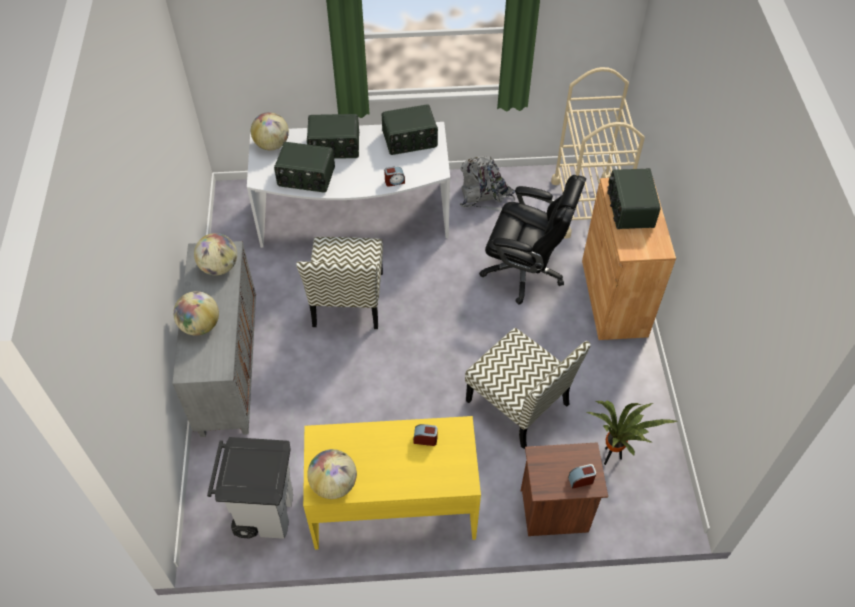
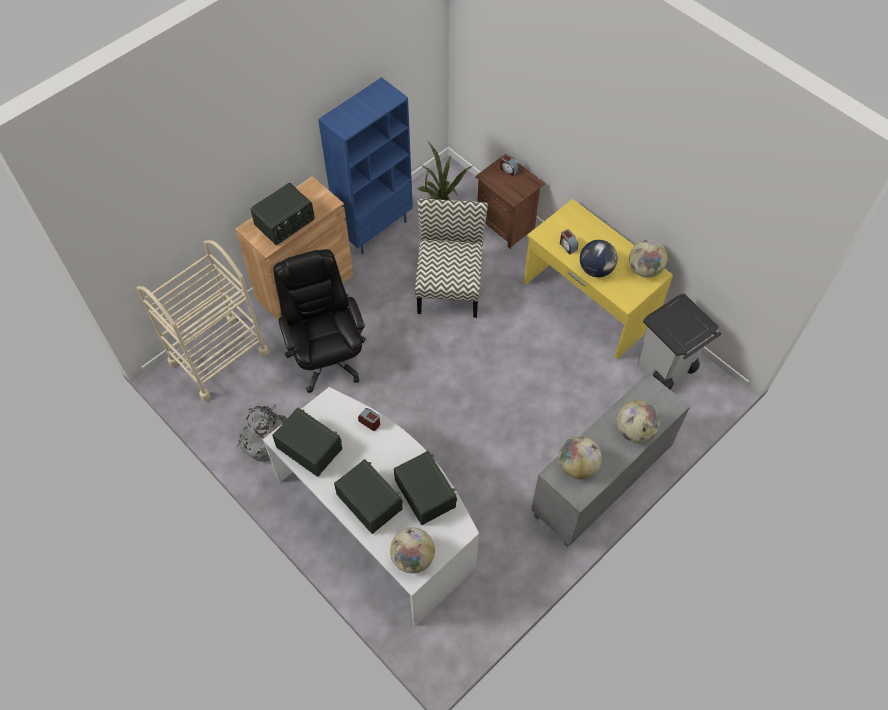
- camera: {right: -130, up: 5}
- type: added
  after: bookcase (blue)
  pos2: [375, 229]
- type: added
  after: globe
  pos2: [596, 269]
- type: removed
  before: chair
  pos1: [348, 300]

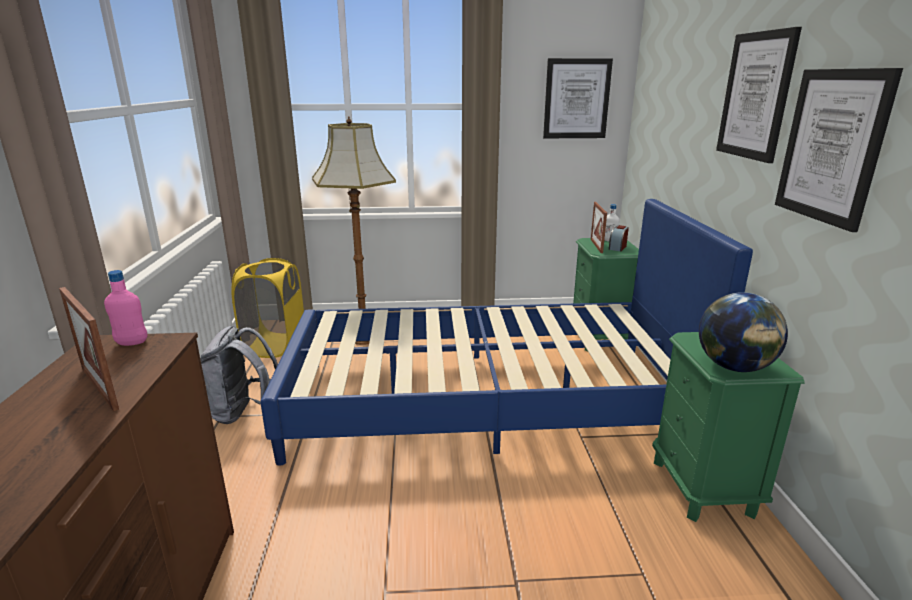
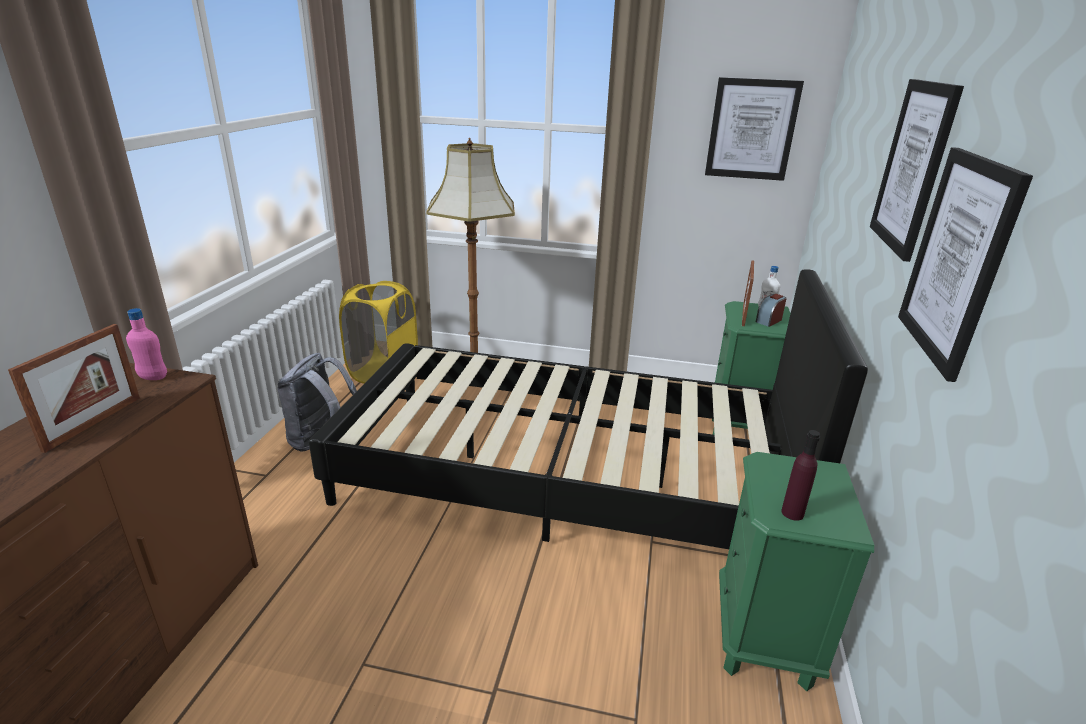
- camera: {right: 15, up: 5}
- type: turned
  before: picture frame
  pos1: [99, 387]
  pos2: [94, 423]
  turn: -135
- type: recoloured
  before: bed (blue)
  after: bed (black)
  pos1: [485, 401]
  pos2: [565, 477]
- type: replaced
  before: globe
  after: bottle (purple)
  pos1: [734, 367]
  pos2: [792, 513]

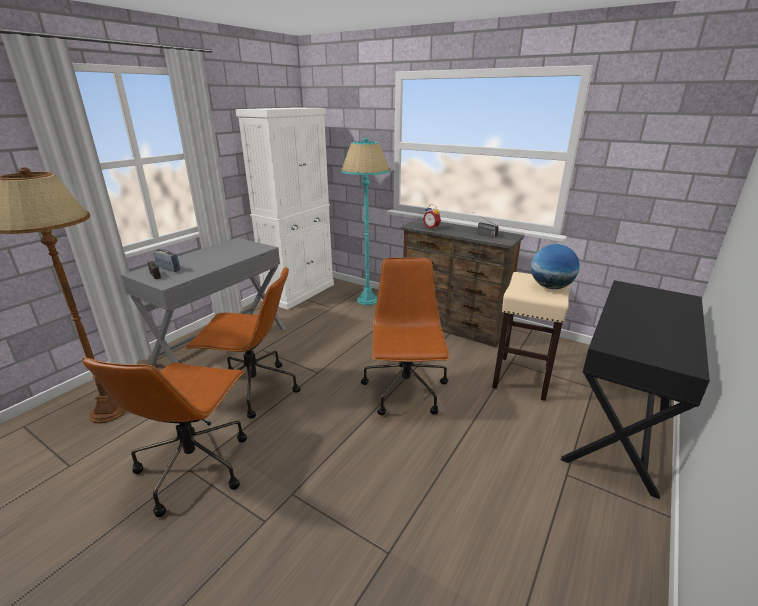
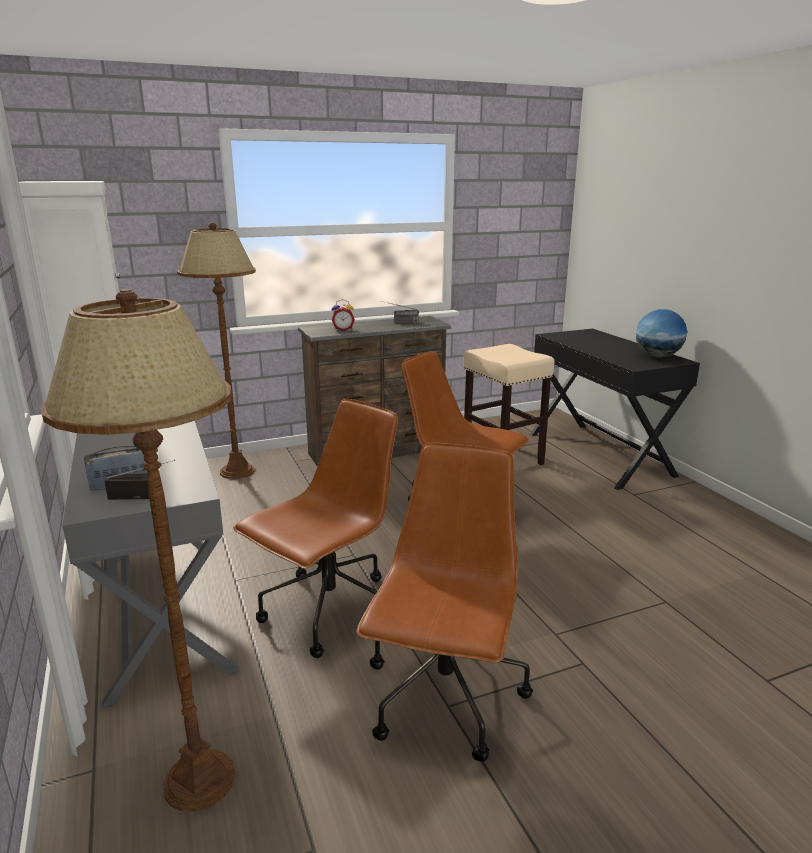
- camera: {right: -55, up: -5}
- type: recoloured
  before: floor lamp (turquoise)
  after: floor lamp (brown)
  pos1: [367, 300]
  pos2: [237, 471]
- type: turned
  before: office chair (brown)
  pos1: [194, 466]
  pos2: [444, 699]
  turn: -120
- type: moved
  before: globe
  pos1: [550, 287]
  pos2: [657, 356]

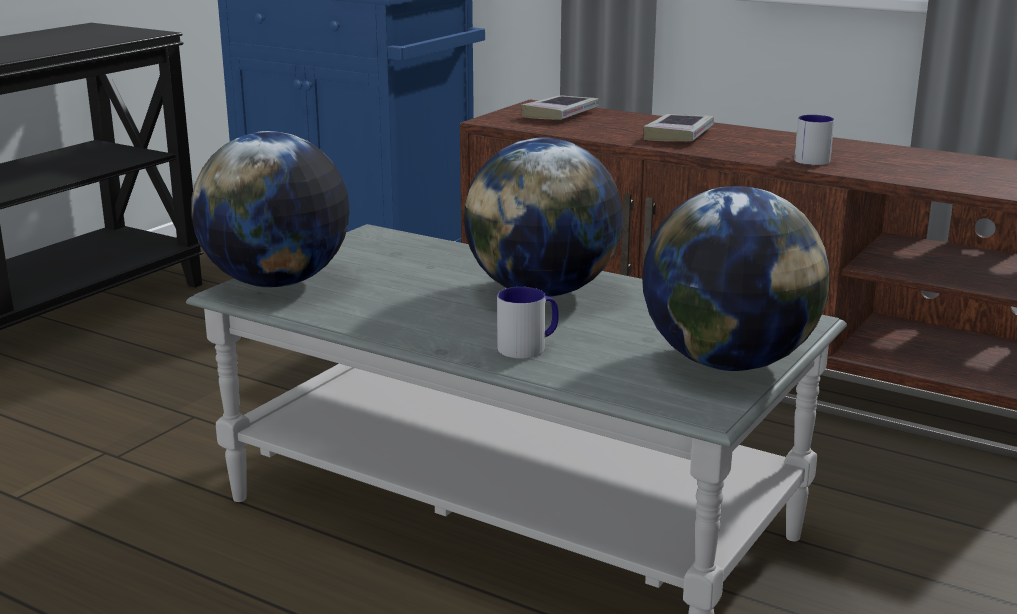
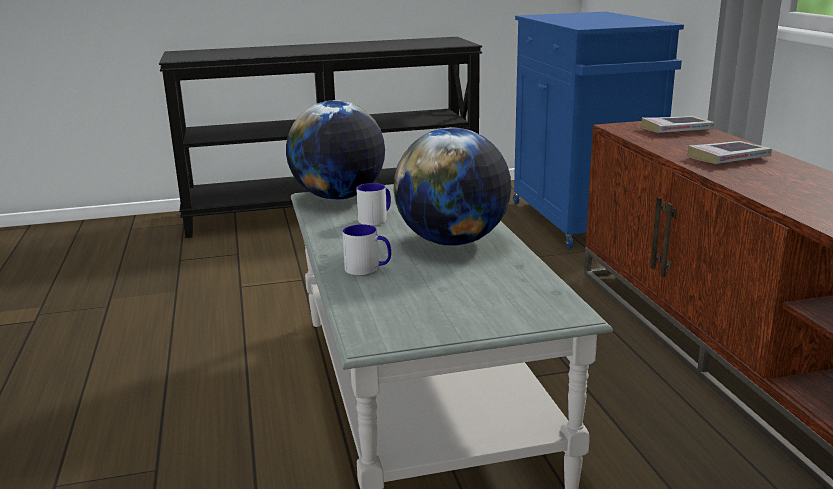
- camera: {right: 45, up: 0}
- type: moved
  before: mug
  pos1: [809, 159]
  pos2: [376, 219]
- type: removed
  before: globe
  pos1: [728, 362]

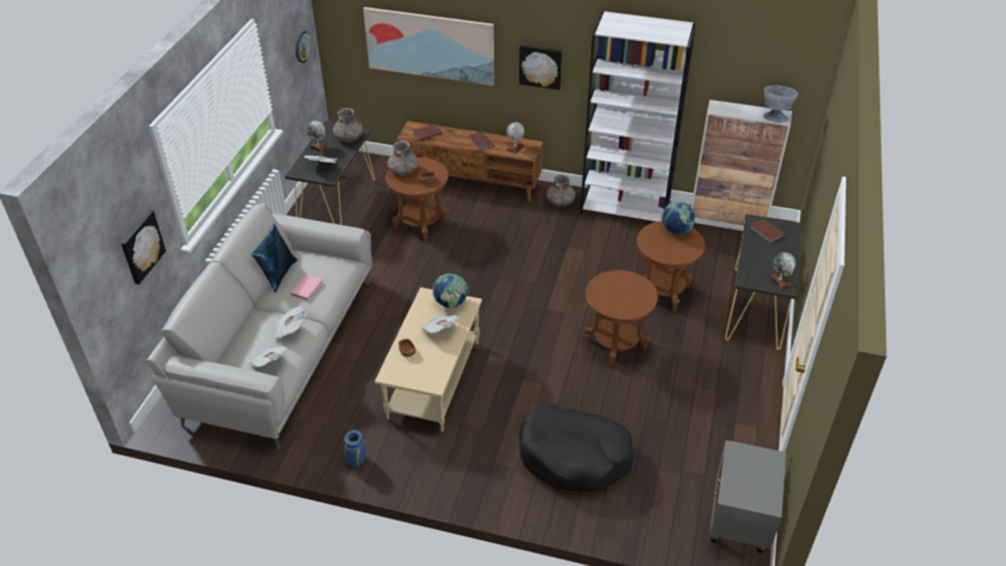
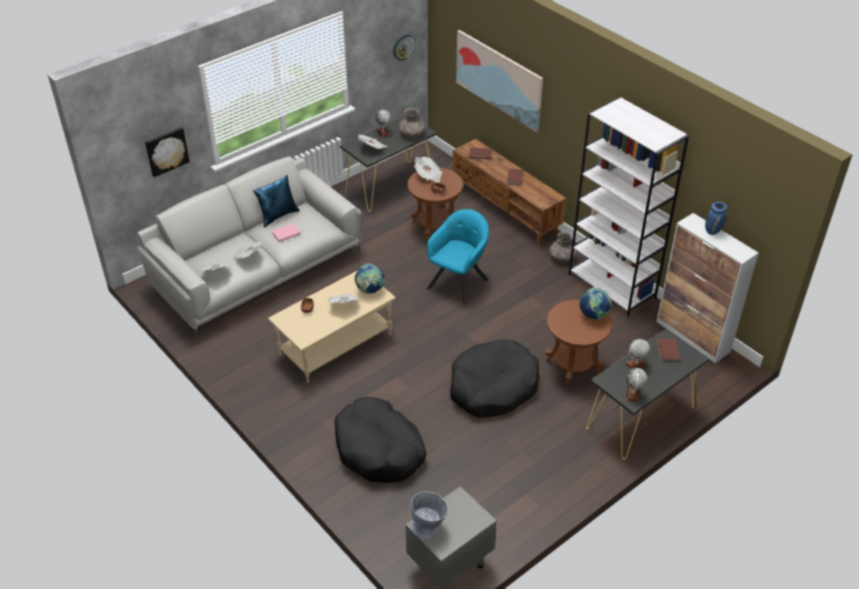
- camera: {right: 35, up: 0}
- type: moved
  before: bowl (grey)
  pos1: [775, 116]
  pos2: [429, 526]
- type: replaced
  before: vase (grey)
  after: newspaper
  pos1: [403, 171]
  pos2: [428, 176]
- type: added
  after: armchair (turquoise)
  pos2: [458, 282]
- type: replaced
  before: side table (brown)
  after: dog bed (black)
  pos1: [616, 344]
  pos2: [492, 387]
- type: moved
  before: globe
  pos1: [515, 148]
  pos2: [636, 364]
- type: moved
  before: vase (blue)
  pos1: [356, 460]
  pos2: [713, 231]
- type: removed
  before: picture
  pos1: [540, 66]

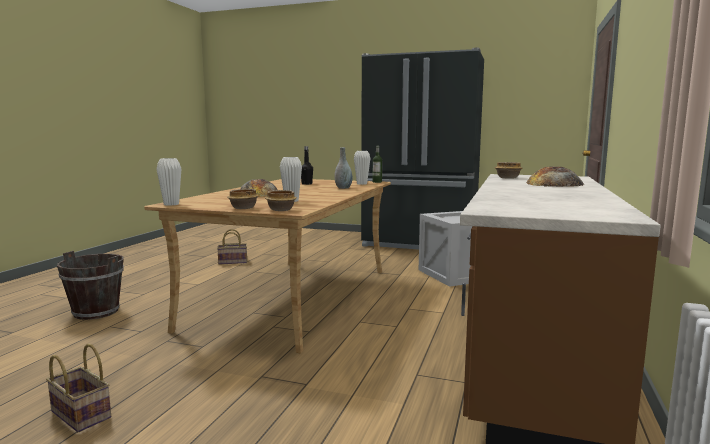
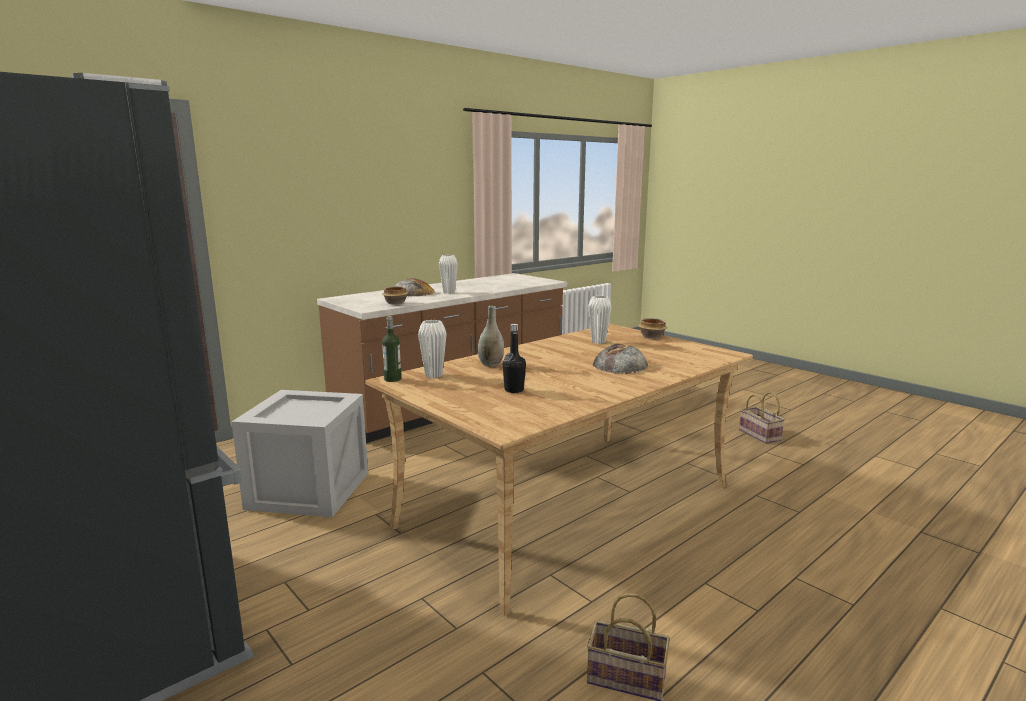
- camera: {right: -150, up: 5}
- type: moved
  before: vase (white)
  pos1: [171, 204]
  pos2: [449, 292]
- type: removed
  before: bucket (brown)
  pos1: [96, 312]
- type: removed
  before: bowl
  pos1: [281, 209]

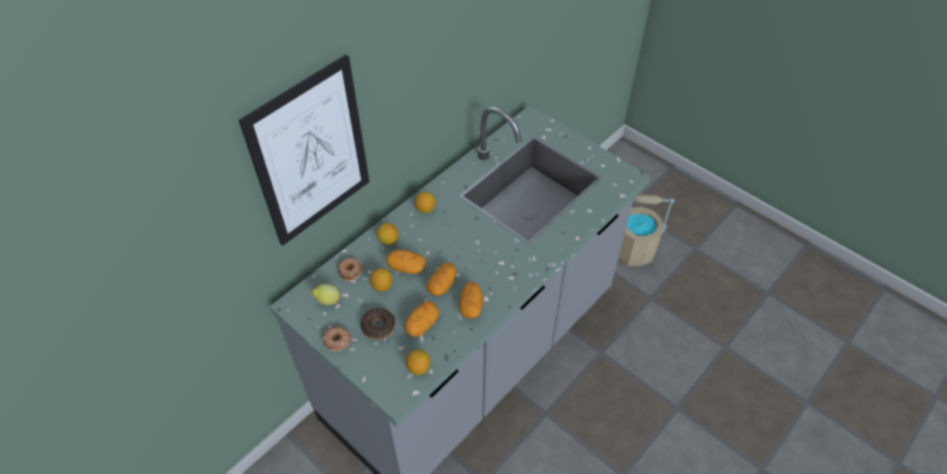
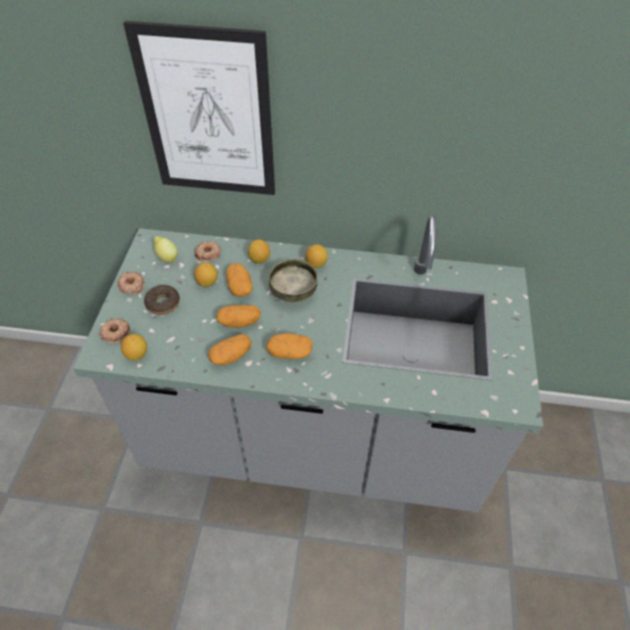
- camera: {right: 55, up: 0}
- type: added
  after: donut
  pos2: [115, 332]
- type: moved
  before: potato
  pos1: [422, 324]
  pos2: [289, 353]
- type: added
  after: bowl
  pos2: [292, 292]
- type: removed
  before: bucket (beige)
  pos1: [634, 250]

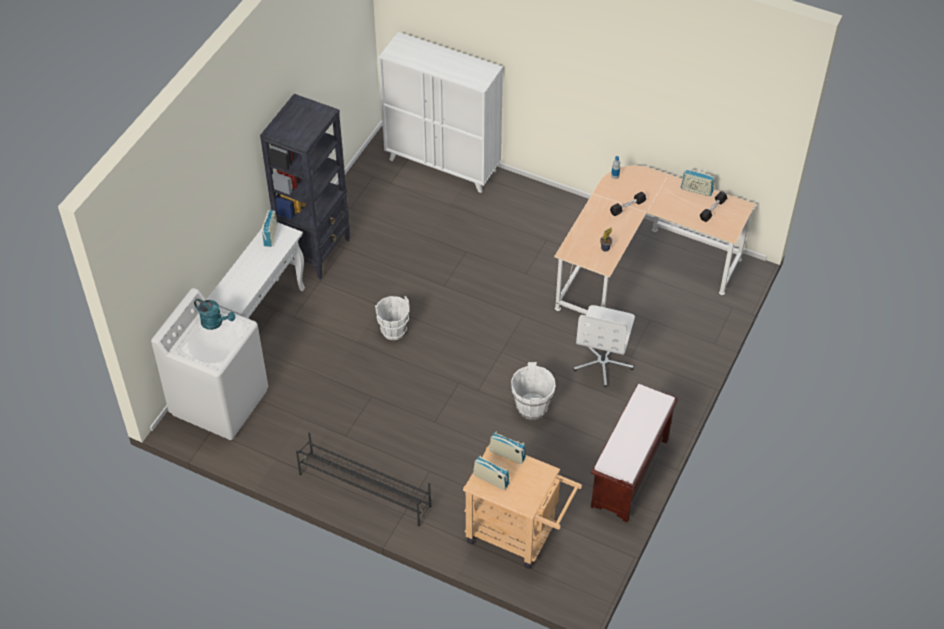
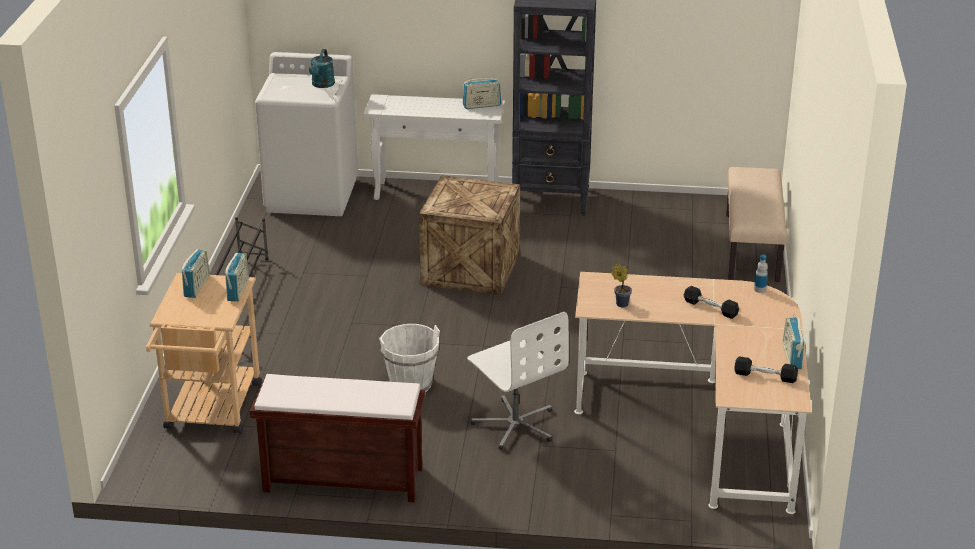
- camera: {right: 70, up: -20}
- type: replaced
  before: bucket (white)
  after: crate
  pos1: [394, 331]
  pos2: [469, 270]
- type: turned
  before: office chair (white)
  pos1: [603, 362]
  pos2: [515, 424]
  turn: -120
- type: replaced
  before: cabinet (white)
  after: bench (beige)
  pos1: [443, 165]
  pos2: [752, 248]

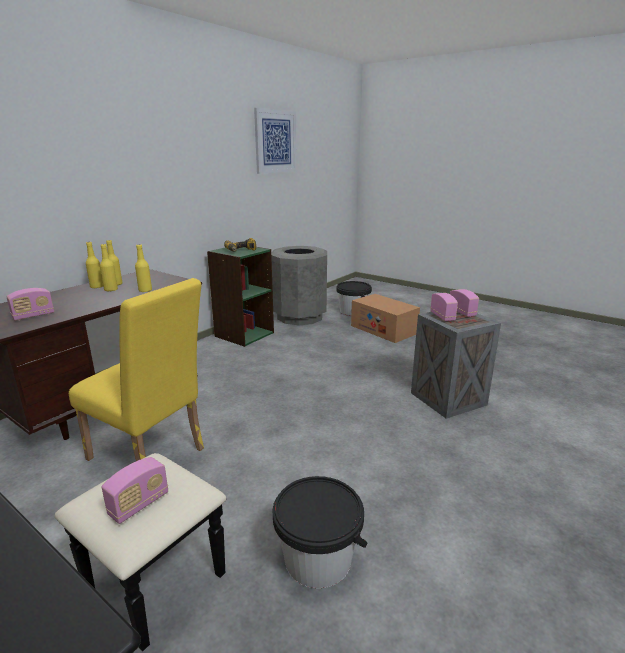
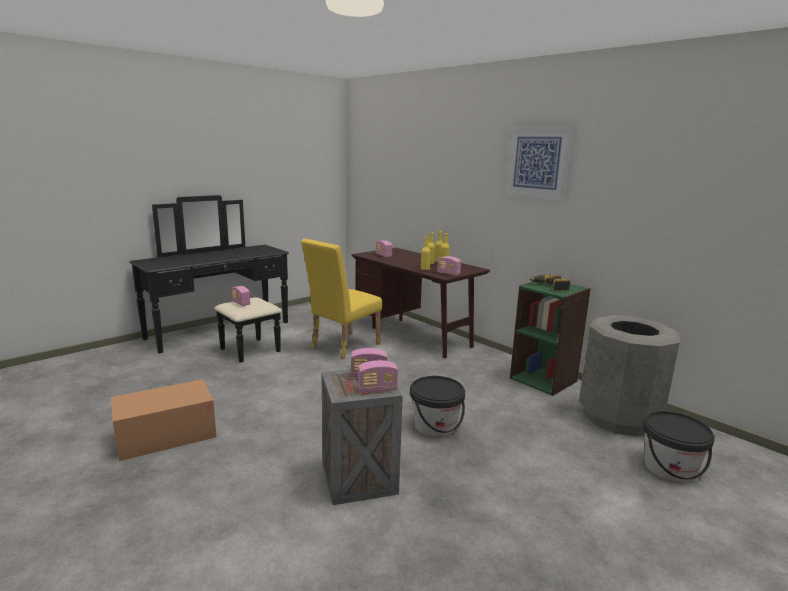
- camera: {right: 100, up: -5}
- type: moved
  before: cardboard box
  pos1: [383, 329]
  pos2: [166, 435]
- type: moved
  before: bucket (black)
  pos1: [318, 558]
  pos2: [435, 425]
- type: added
  after: radio
  pos2: [448, 273]
- type: moved
  before: picture
  pos1: [275, 141]
  pos2: [537, 162]

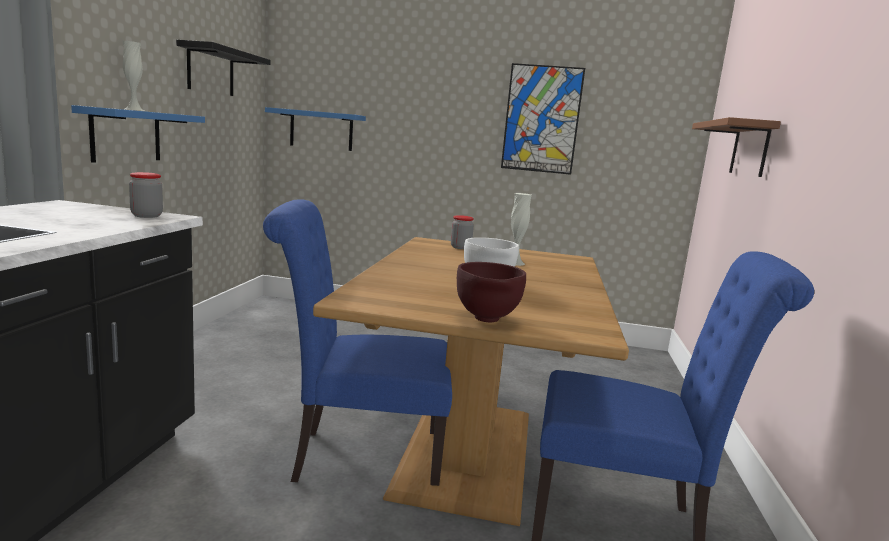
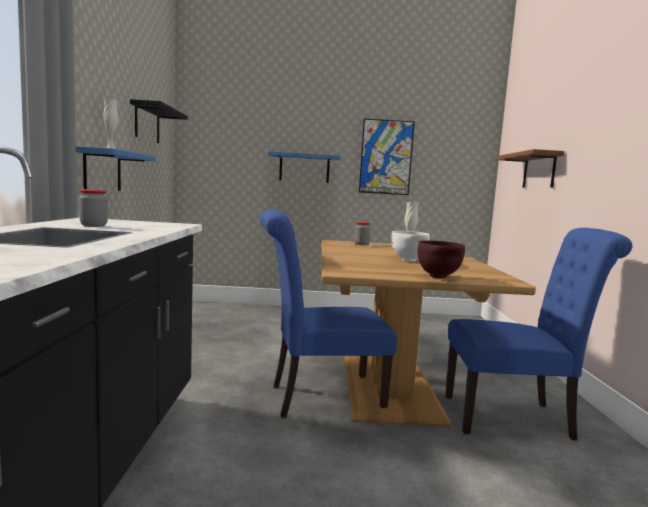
- camera: {right: -10, up: -5}
- type: moved
  before: jar
  pos1: [147, 216]
  pos2: [93, 226]
- type: moved
  before: shelf (blue)
  pos1: [321, 130]
  pos2: [304, 168]

